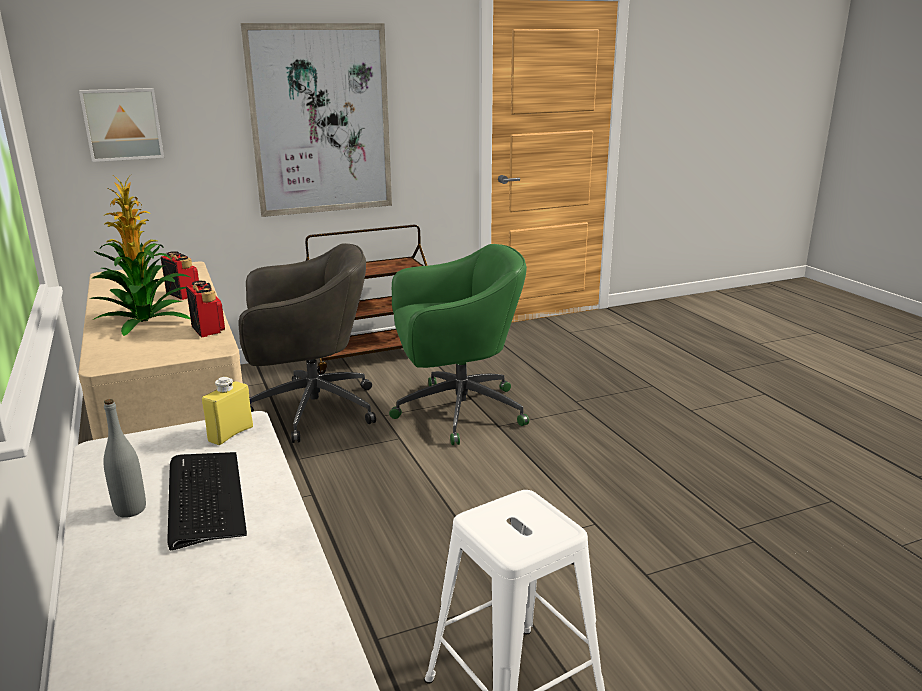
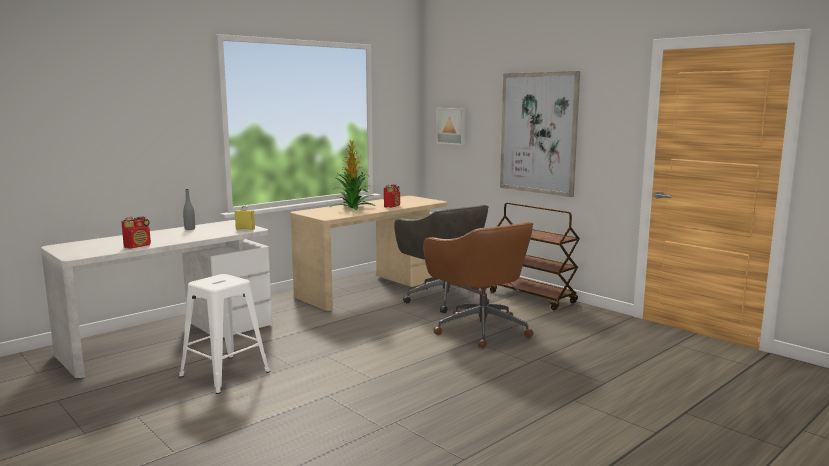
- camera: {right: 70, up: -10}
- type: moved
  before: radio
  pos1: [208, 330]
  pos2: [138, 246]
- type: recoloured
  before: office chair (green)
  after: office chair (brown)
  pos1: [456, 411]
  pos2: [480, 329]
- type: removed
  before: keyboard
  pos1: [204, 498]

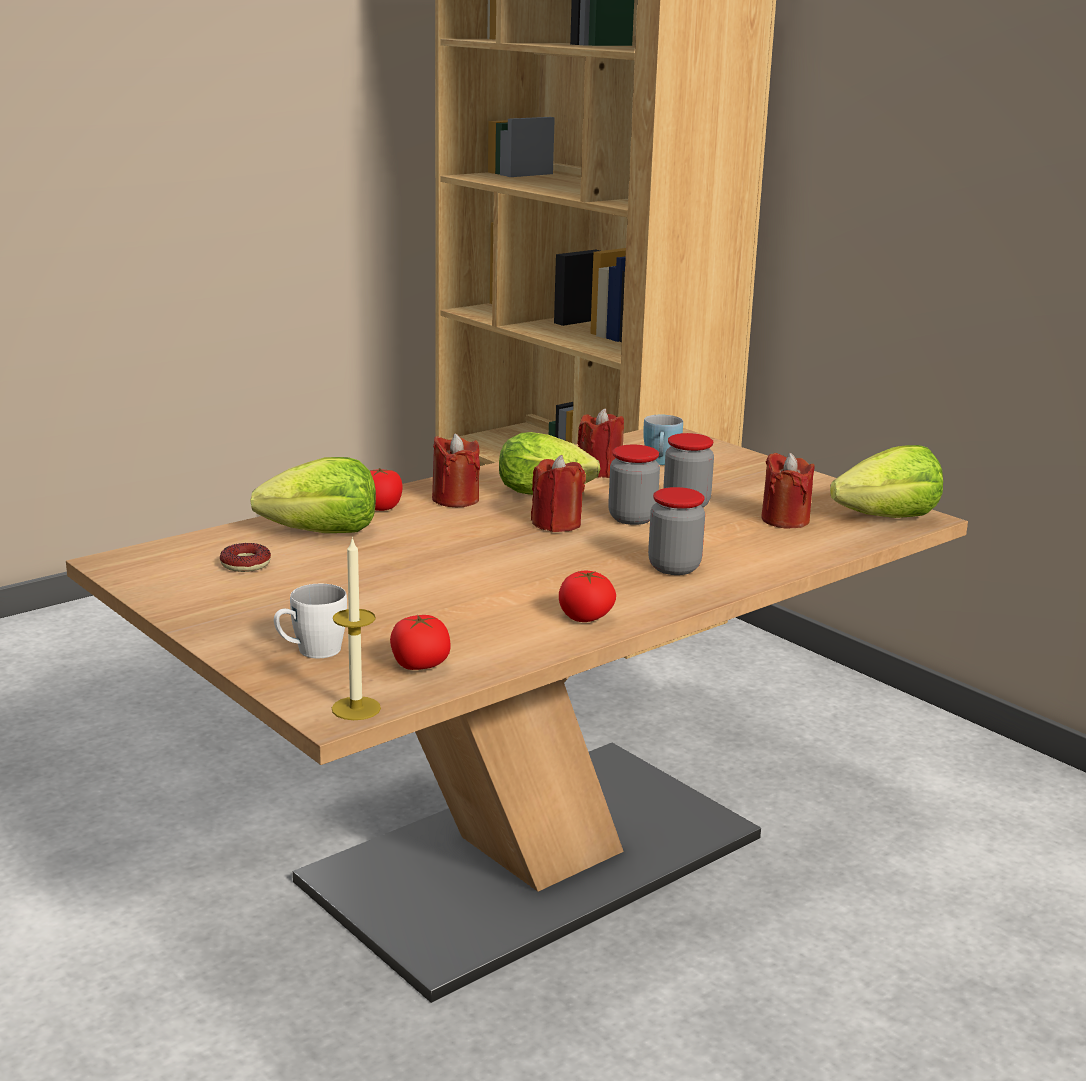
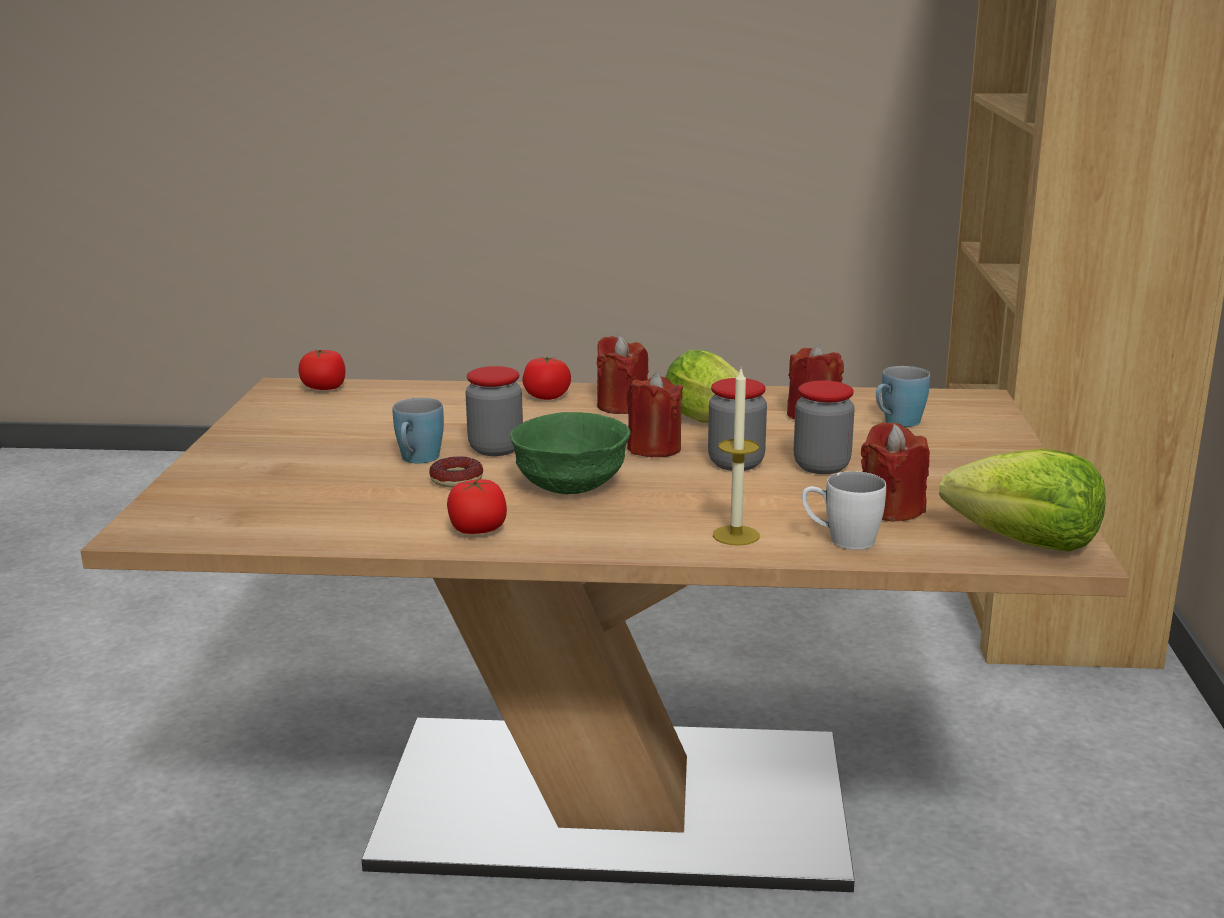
- camera: {right: 45, up: 0}
- type: moved
  before: tomato
  pos1: [420, 665]
  pos2: [324, 388]
- type: added
  after: mug (blue)
  pos2: [417, 460]
- type: moved
  before: donut
  pos1: [245, 564]
  pos2: [456, 479]
- type: moved
  before: jar
  pos1: [674, 567]
  pos2: [496, 449]
- type: added
  after: bowl (green)
  pos2: [572, 485]
- type: moved
  before: candle
  pos1: [356, 708]
  pos2: [736, 535]
- type: moved
  before: mug (white)
  pos1: [310, 652]
  pos2: [840, 540]
- type: removed
  before: lettuce
  pos1: [322, 532]

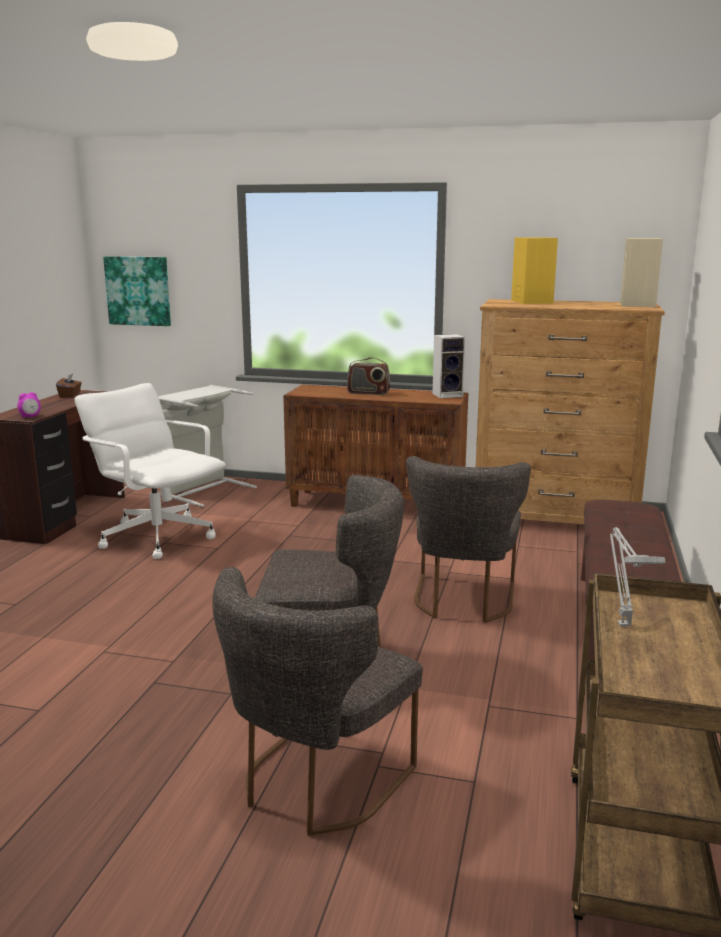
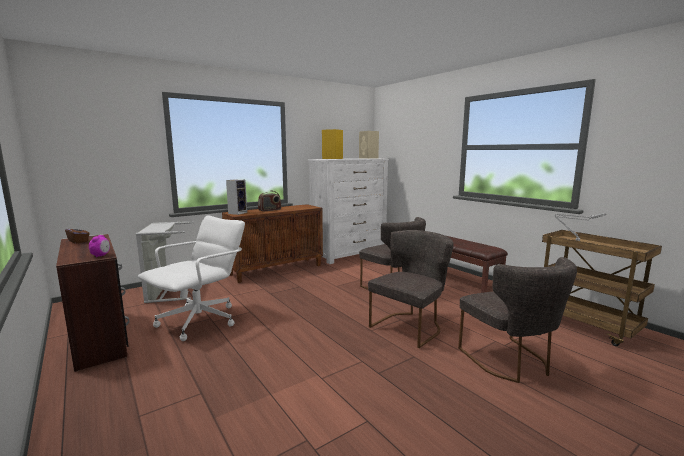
- camera: {right: -50, up: -5}
- type: turned
  before: office chair (white)
  pos1: [157, 536]
  pos2: [200, 321]
  turn: 135
- type: moved
  before: speaker
  pos1: [448, 395]
  pos2: [238, 213]
- type: recoloured
  before: dresser (brown)
  after: dresser (white)
  pos1: [555, 517]
  pos2: [349, 254]
- type: removed
  before: picture
  pos1: [138, 291]

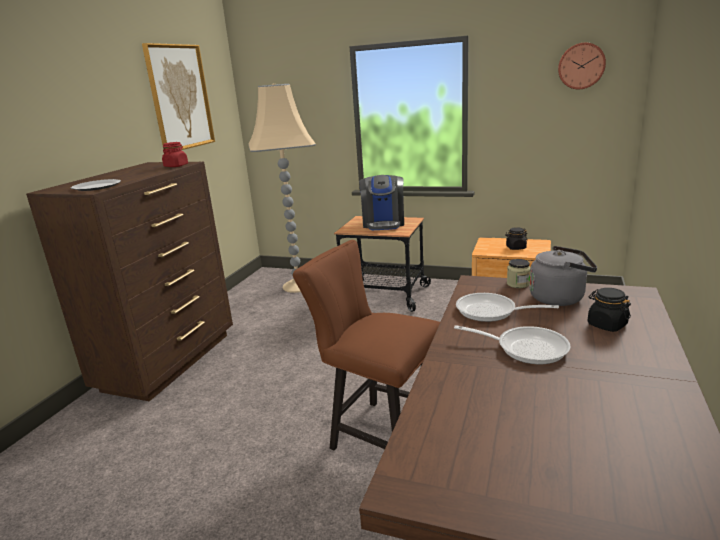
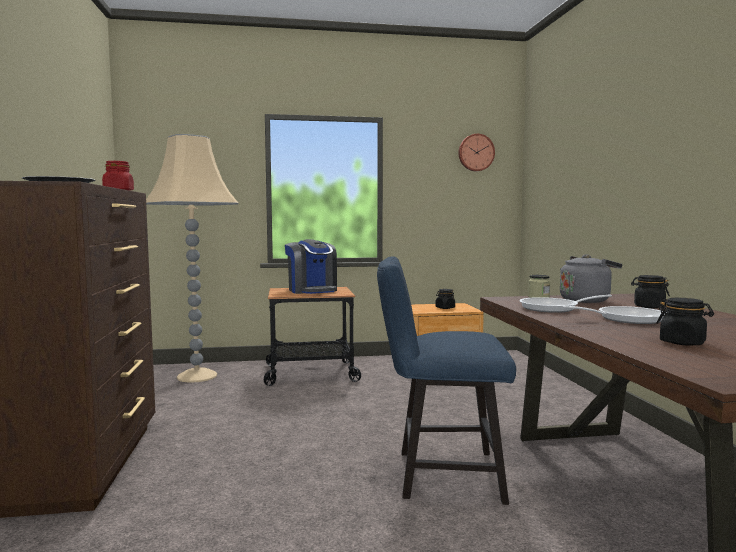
- camera: {right: -30, up: -15}
- type: recoloured
  before: chair (brown)
  after: chair (blue)
  pos1: [379, 434]
  pos2: [439, 475]
- type: added
  after: jar (black)
  pos2: [683, 342]
- type: removed
  before: picture
  pos1: [180, 97]

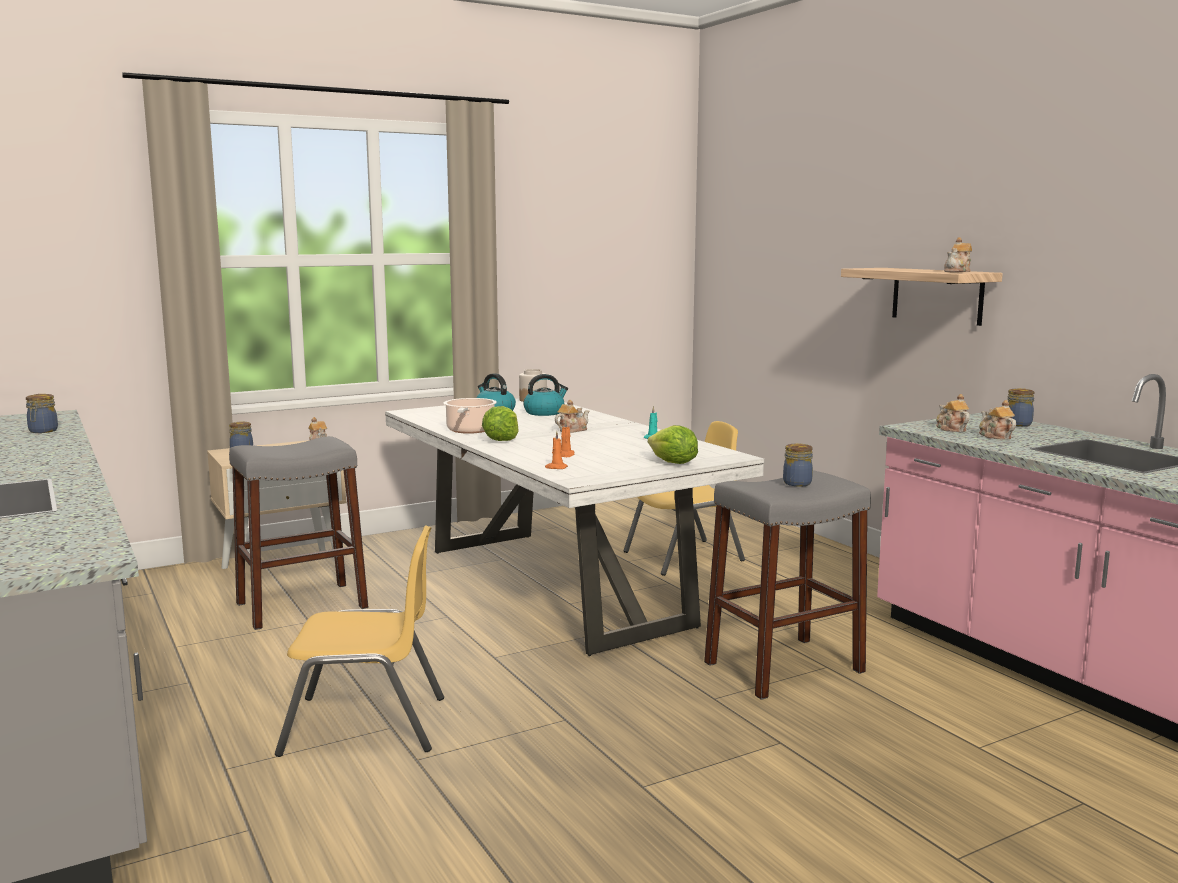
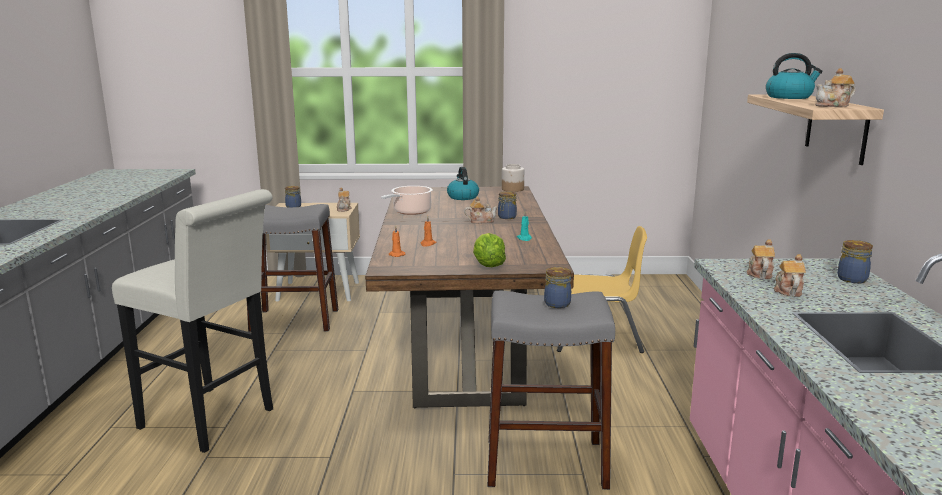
- camera: {right: 30, up: 5}
- type: replaced
  before: chair (yellow)
  after: stool (white)
  pos1: [365, 725]
  pos2: [214, 421]
- type: recoloured
  before: dining table (white)
  after: dining table (brown)
  pos1: [552, 586]
  pos2: [465, 342]
- type: moved
  before: jar
  pos1: [42, 431]
  pos2: [506, 217]
- type: moved
  before: kettle
  pos1: [544, 412]
  pos2: [789, 97]
- type: removed
  before: lettuce
  pos1: [501, 440]

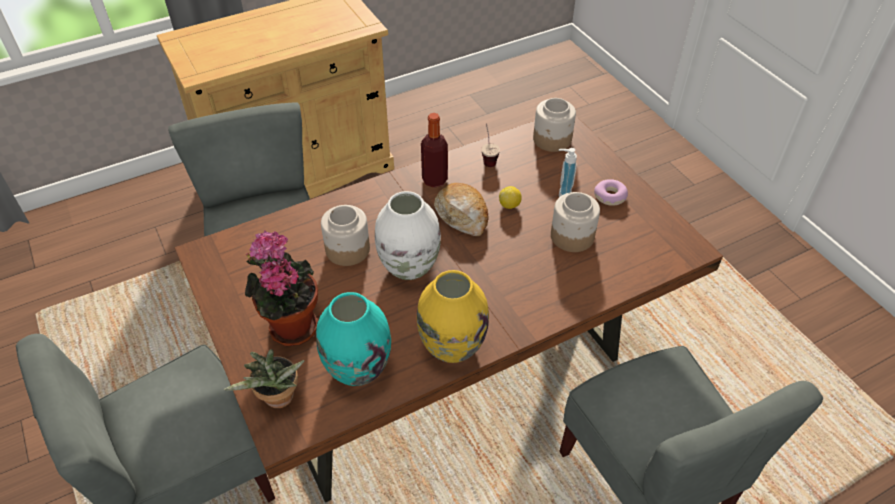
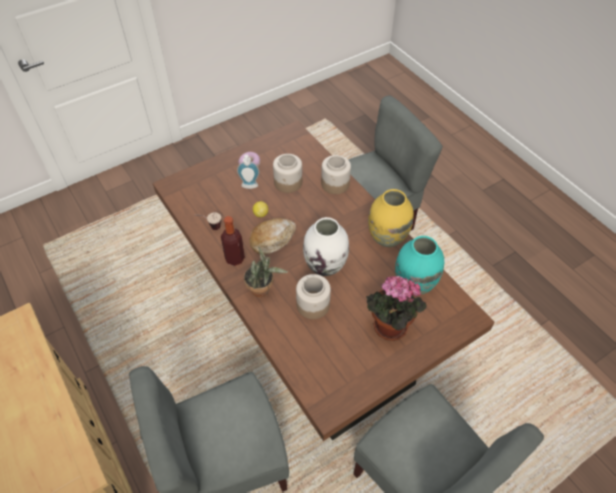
- camera: {right: -95, up: 5}
- type: moved
  before: potted plant
  pos1: [278, 401]
  pos2: [263, 290]
- type: moved
  before: jar
  pos1: [552, 140]
  pos2: [335, 184]

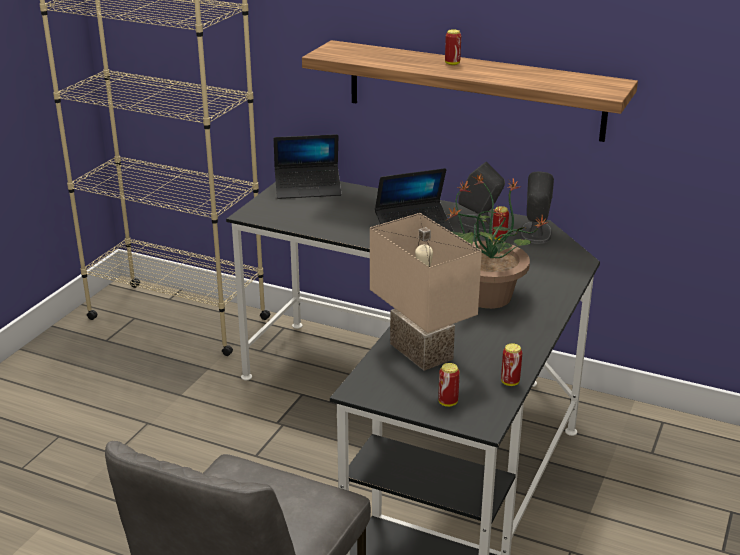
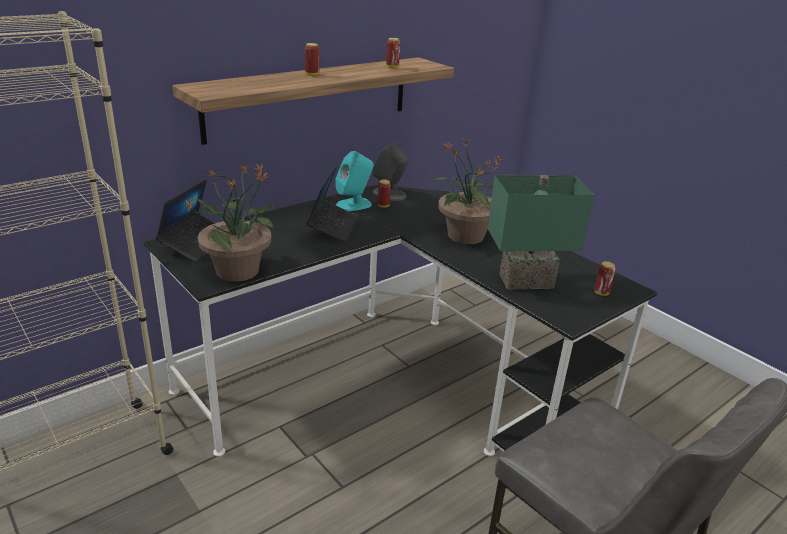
- camera: {right: -65, up: 0}
- type: added
  after: potted plant
  pos2: [239, 270]
- type: recoloured
  before: speaker (grey)
  after: speaker (turquoise)
  pos1: [480, 224]
  pos2: [354, 204]
- type: moved
  before: can
  pos1: [510, 382]
  pos2: [392, 67]
- type: recoloured
  before: table lamp (beige)
  after: table lamp (green)
  pos1: [424, 351]
  pos2: [526, 280]

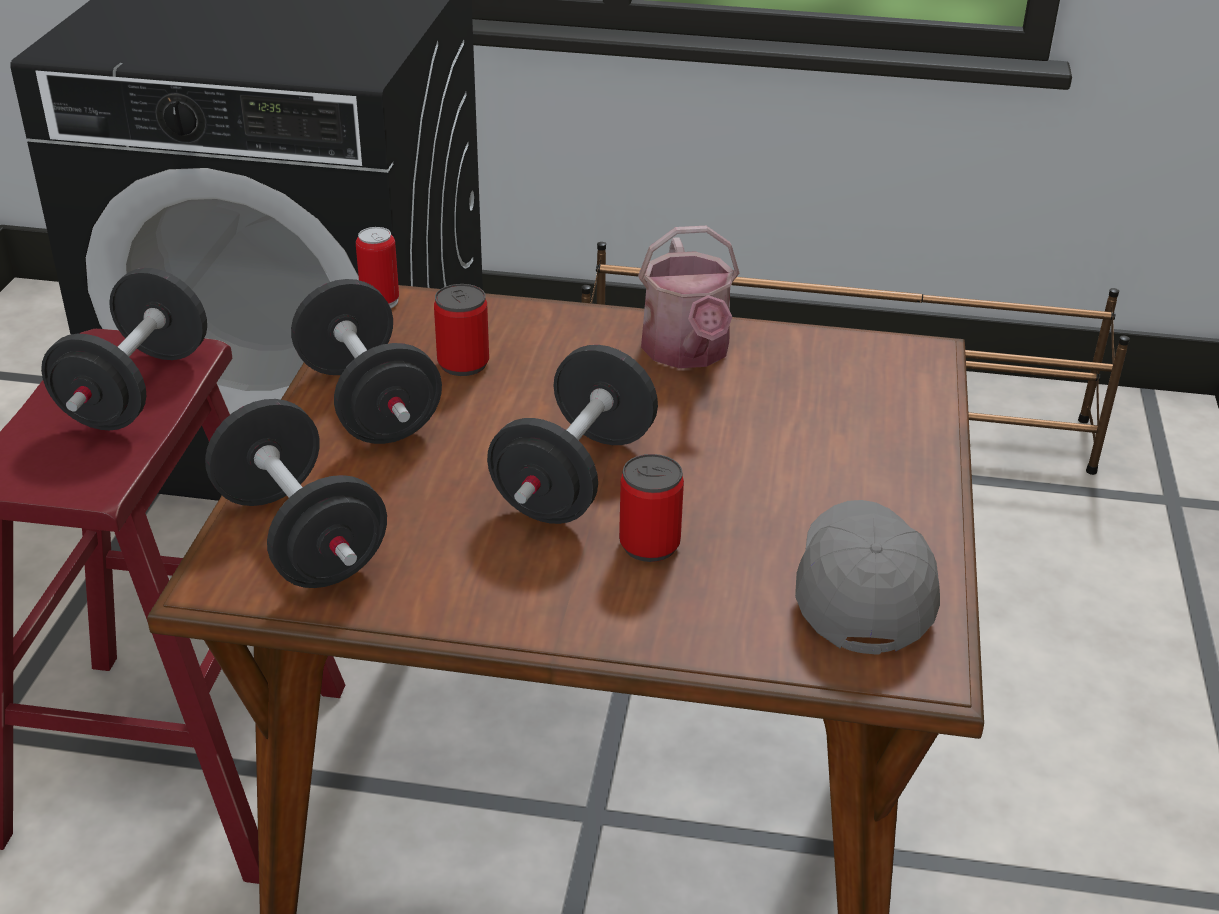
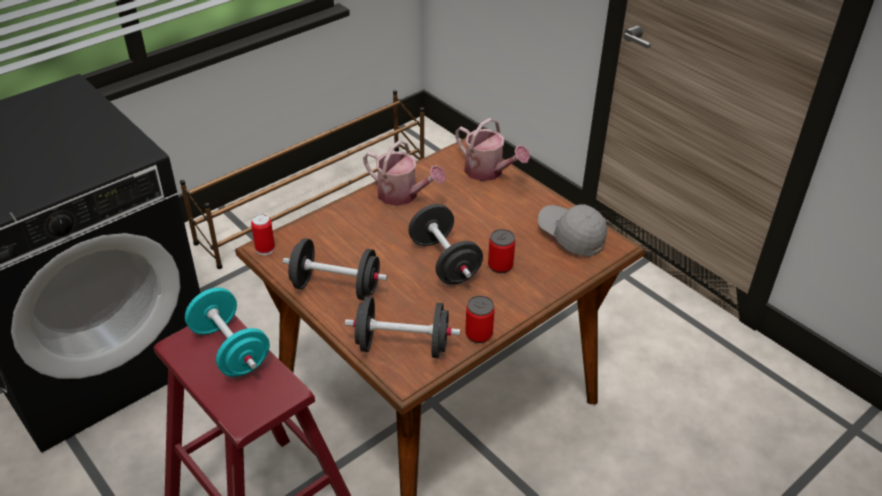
- camera: {right: -50, up: 5}
- type: recoloured
  before: dumbbell (black)
  after: dumbbell (turquoise)
  pos1: [135, 390]
  pos2: [230, 350]
- type: added
  after: watering can
  pos2: [488, 172]
- type: moved
  before: can
  pos1: [463, 363]
  pos2: [479, 334]

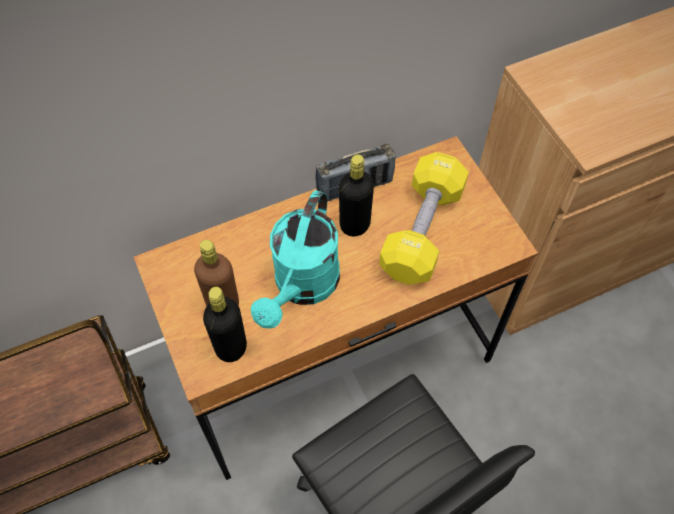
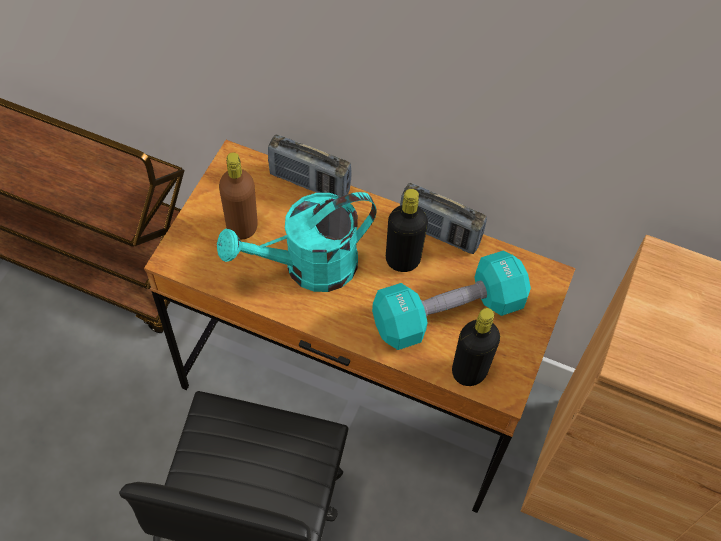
- camera: {right: 45, up: 0}
- type: added
  after: radio
  pos2: [309, 183]
- type: recoloured
  before: dumbbell (yellow)
  after: dumbbell (turquoise)
  pos1: [422, 231]
  pos2: [448, 313]
- type: moved
  before: bottle (black)
  pos1: [231, 347]
  pos2: [469, 371]

